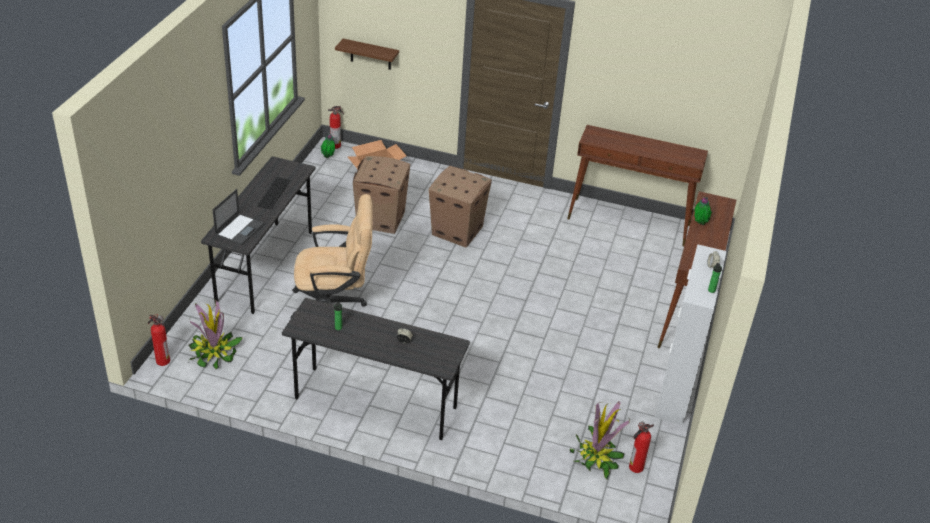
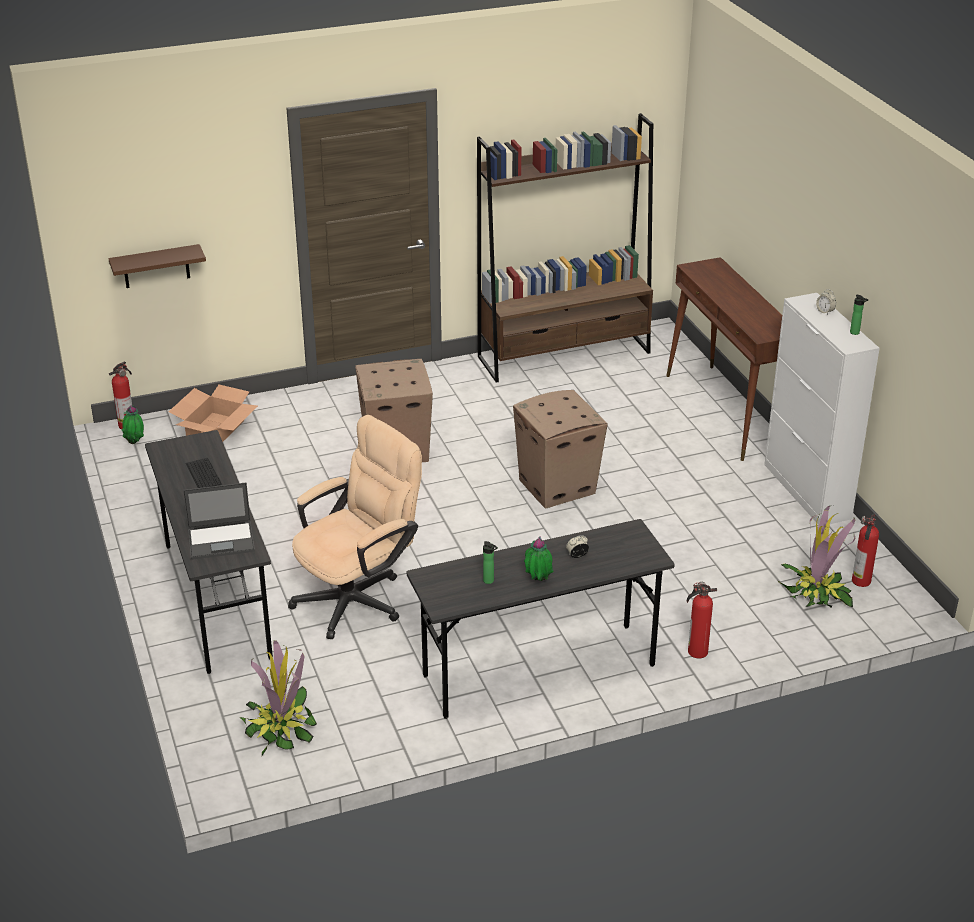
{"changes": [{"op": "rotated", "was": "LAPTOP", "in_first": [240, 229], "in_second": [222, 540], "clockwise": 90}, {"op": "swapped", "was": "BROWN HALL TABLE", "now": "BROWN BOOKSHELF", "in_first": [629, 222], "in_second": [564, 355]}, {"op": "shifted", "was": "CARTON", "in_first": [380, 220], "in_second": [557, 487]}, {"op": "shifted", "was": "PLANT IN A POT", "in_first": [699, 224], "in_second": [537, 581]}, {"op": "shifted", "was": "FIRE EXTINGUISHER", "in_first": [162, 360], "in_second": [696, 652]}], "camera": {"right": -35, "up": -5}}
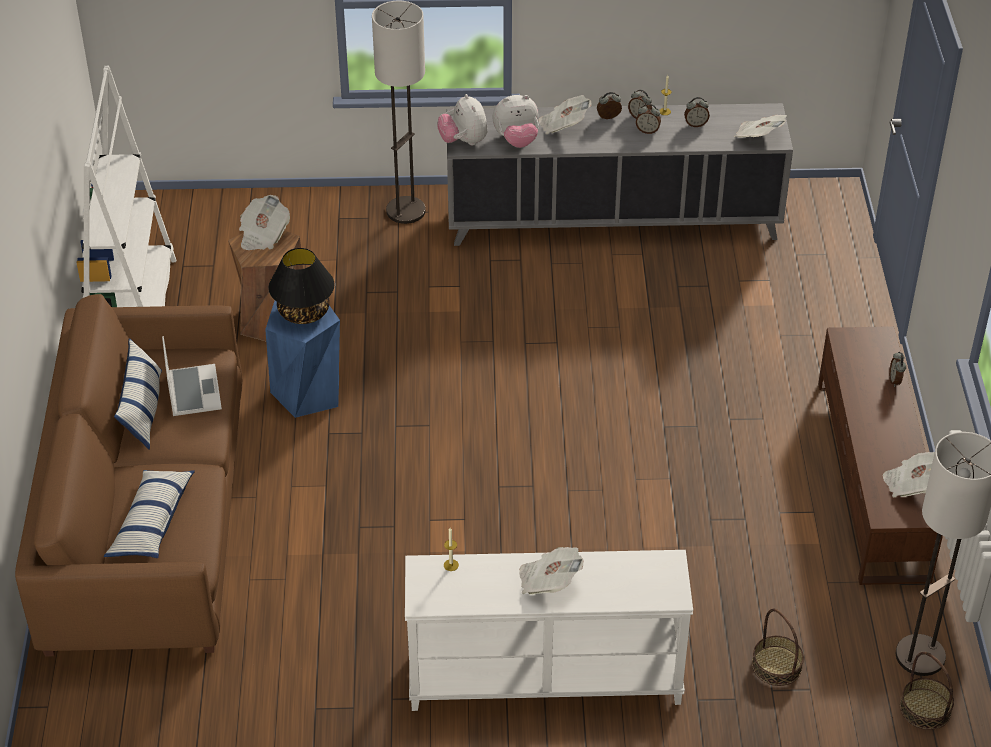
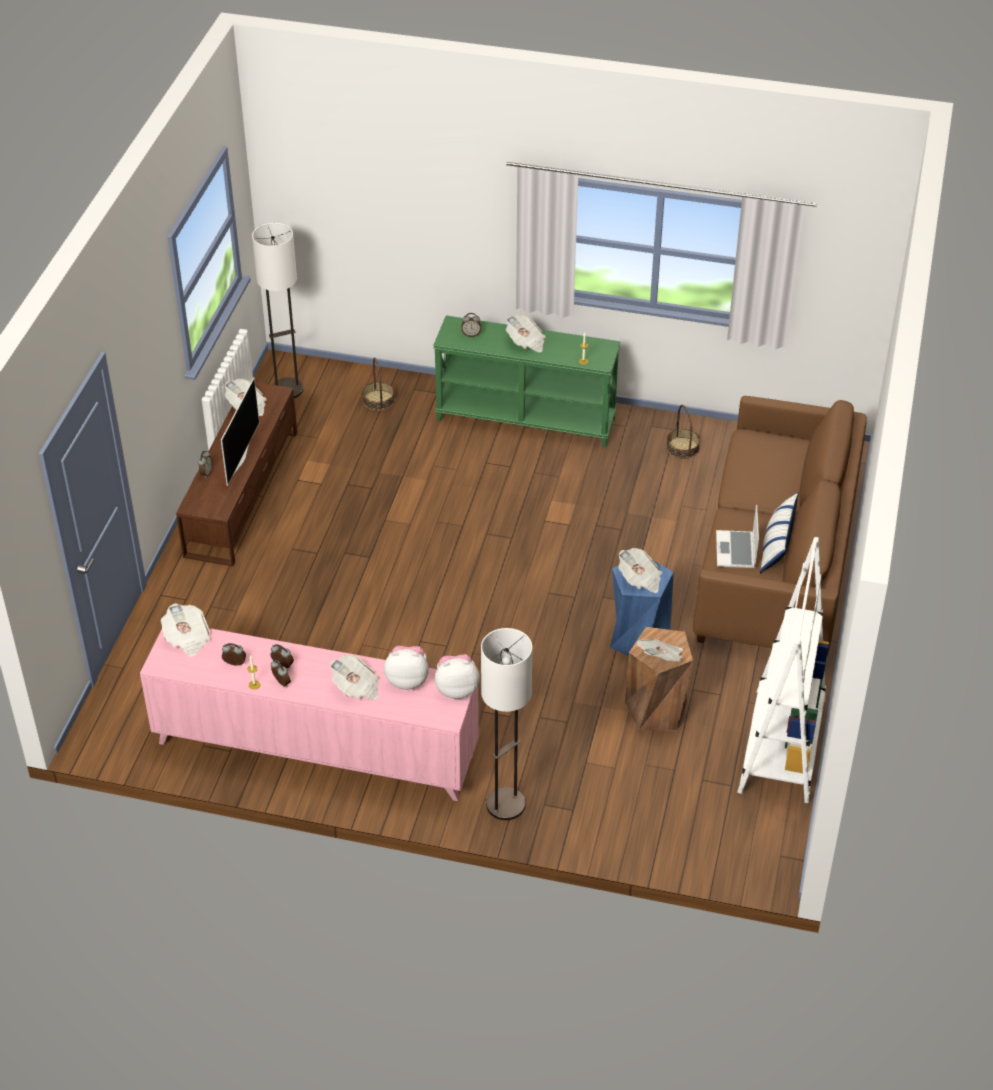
{"changes": [{"op": "repainted", "was": "GRAY CUPBOARD", "now": "PINK CUPBOARD", "in_first": [612, 222], "in_second": [316, 750]}, {"op": "new", "now": "TV", "in_second": [240, 459]}, {"op": "repainted", "was": "WHITE HALL TABLE", "now": "GREEN HALL TABLE", "in_first": [544, 680], "in_second": [526, 419]}, {"op": "rotated", "was": "CUDDLY TOY", "in_first": [463, 141], "in_second": [456, 689], "clockwise": -90}, {"op": "shifted", "was": "BEDSIDE CLOCK", "in_first": [609, 118], "in_second": [471, 334]}, {"op": "swapped", "was": "BLACK LAMP FOR A TABLE", "now": "PRINTED PAPER", "in_first": [303, 312], "in_second": [640, 579]}, {"op": "shifted", "was": "STORAGE BASKET", "in_first": [925, 709], "in_second": [682, 448]}, {"op": "gone", "was": "CUSHION", "in_first": [152, 522]}], "camera": {"right": -165, "up": 0}}
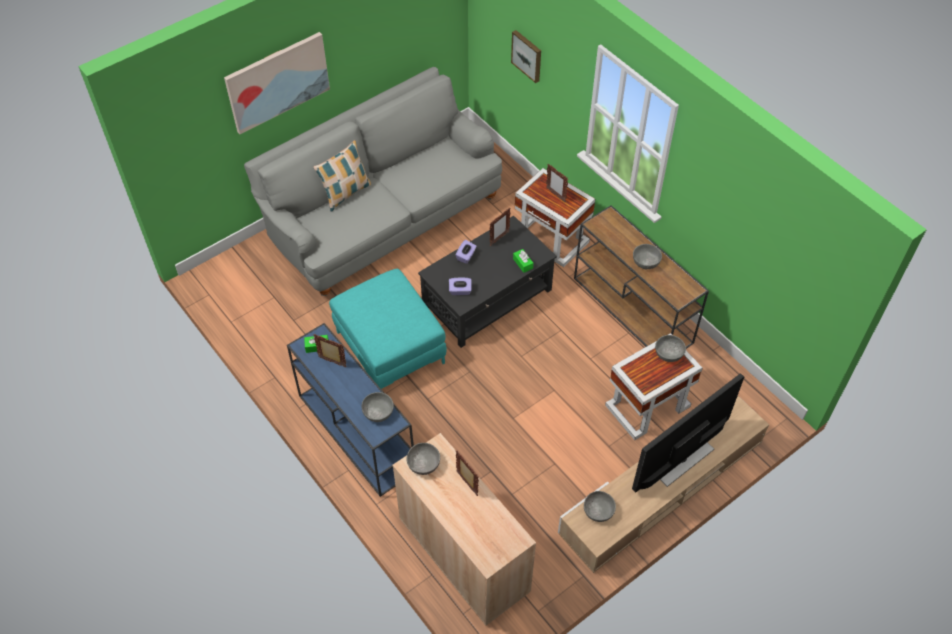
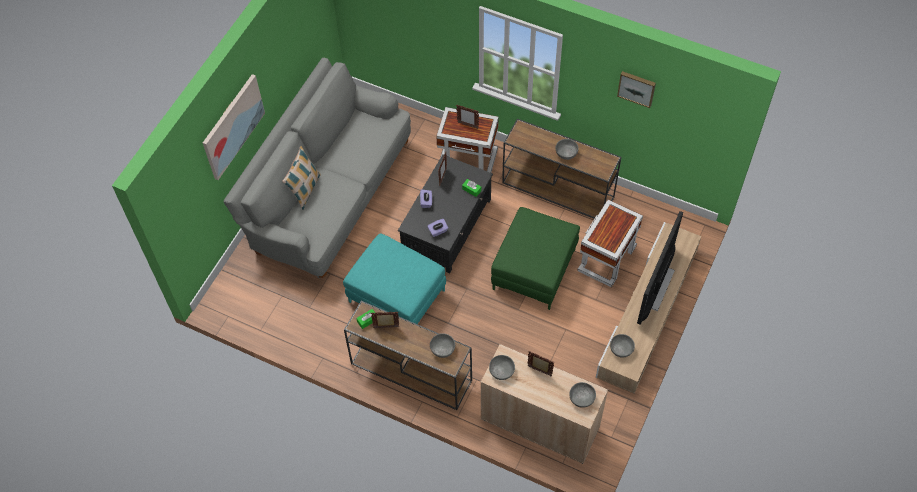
{"changes": [{"op": "repainted", "was": "BLUISH HALL TABLE", "now": "BROWN HALL TABLE", "in_first": [355, 432], "in_second": [410, 372]}, {"op": "new", "now": "GREEN POUFFE", "in_second": [534, 269]}, {"op": "shifted", "was": "GRAY BOWL", "in_first": [668, 353], "in_second": [581, 398]}, {"op": "shifted", "was": "WALL ART", "in_first": [527, 55], "in_second": [636, 88]}], "camera": {"right": -25, "up": 5}}
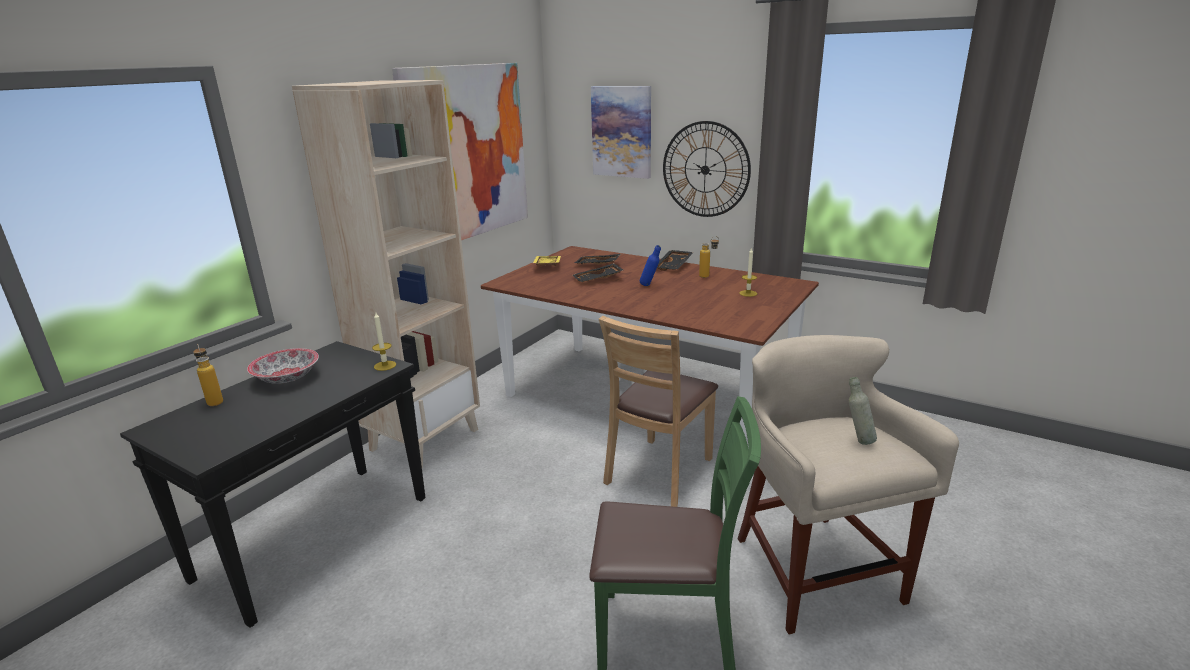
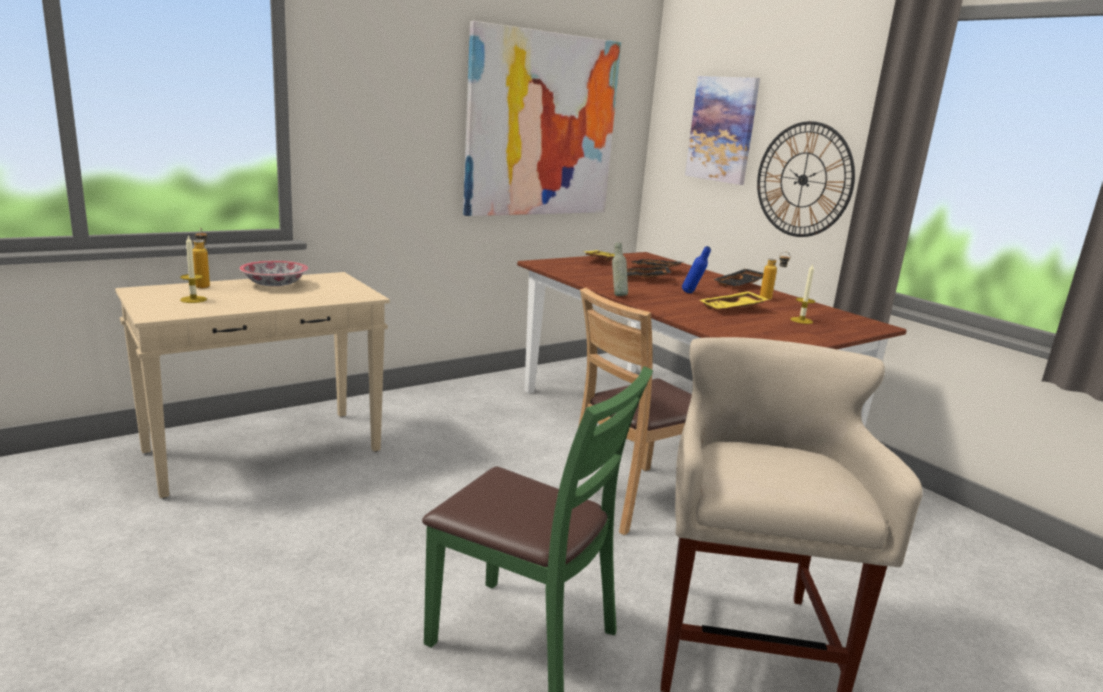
{"changes": [{"op": "repainted", "was": "BLACK HALL TABLE", "now": "SAND-COLOURED HALL TABLE", "in_first": [316, 536], "in_second": [265, 450]}, {"op": "shifted", "was": "WAX LIGHT", "in_first": [385, 365], "in_second": [193, 299]}, {"op": "shifted", "was": "GRAY BEVERAGE BOTTLE", "in_first": [858, 440], "in_second": [617, 295]}, {"op": "new", "now": "YELLOW-COLOURED SERVING TRAY", "in_second": [733, 309]}, {"op": "gone", "was": "SAND-COLOURED BOOKSHELF", "in_first": [424, 439]}], "camera": {"right": 20, "up": -5}}
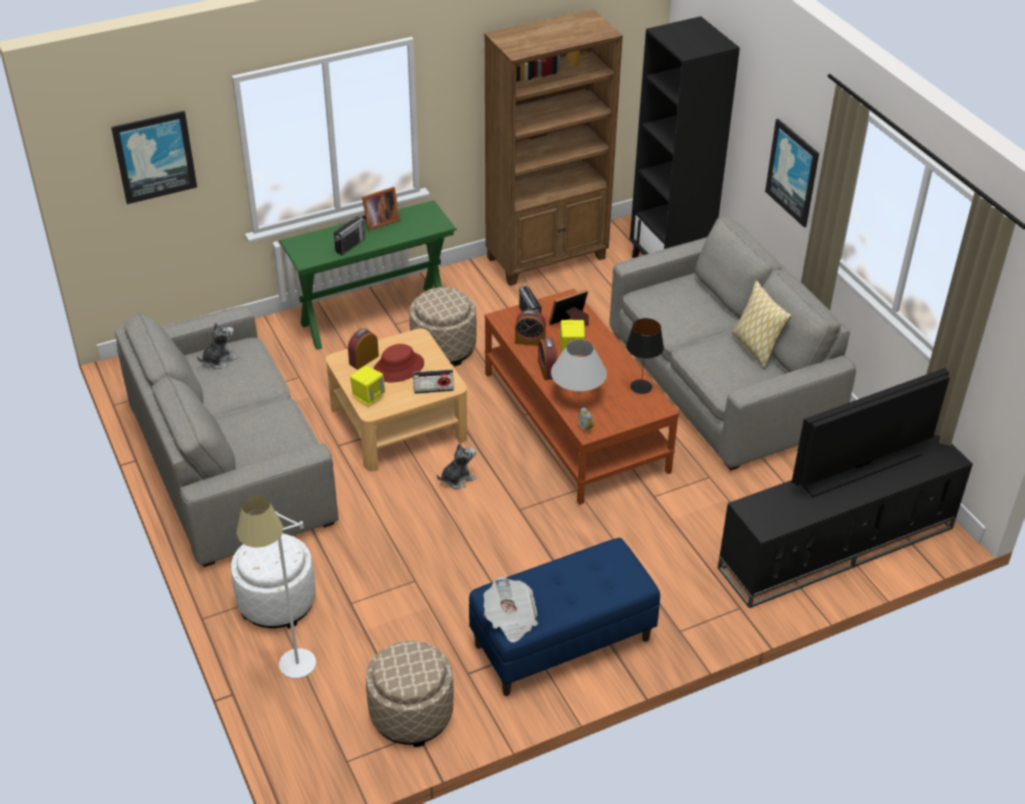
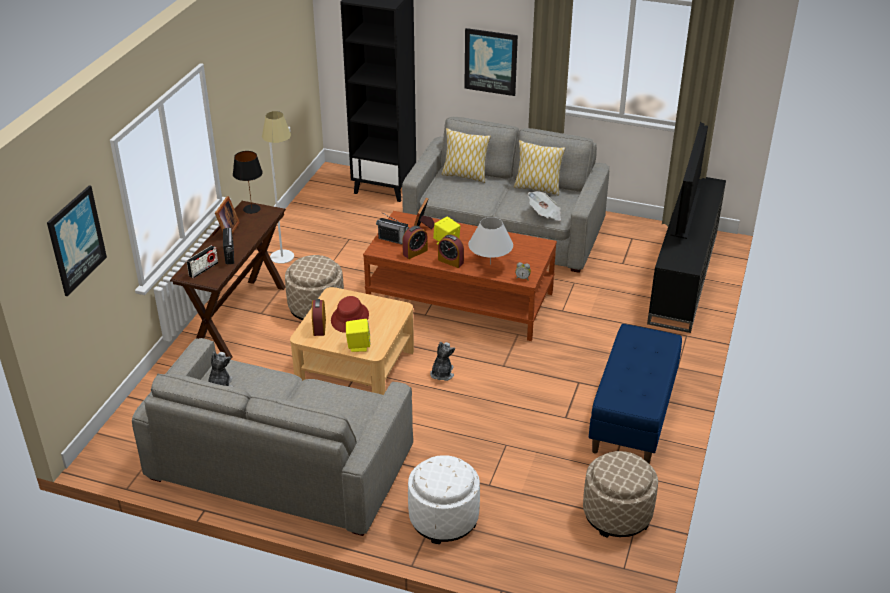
{"changes": [{"op": "repainted", "was": "GREEN HALL TABLE", "now": "BROWN HALL TABLE", "in_first": [374, 317], "in_second": [240, 317]}, {"op": "shifted", "was": "RADIO", "in_first": [433, 389], "in_second": [203, 269]}, {"op": "shifted", "was": "BLACK LAMP FOR A TABLE", "in_first": [641, 387], "in_second": [252, 209]}, {"op": "shifted", "was": "WHITE FLOOR LAMP", "in_first": [291, 677], "in_second": [287, 262]}, {"op": "new", "now": "CUSHION", "in_second": [465, 176]}, {"op": "shifted", "was": "PRINTED PAPER", "in_first": [510, 619], "in_second": [545, 214]}, {"op": "gone", "was": "BROWN BOOKSHELF", "in_first": [547, 258]}], "camera": {"right": -45, "up": -5}}
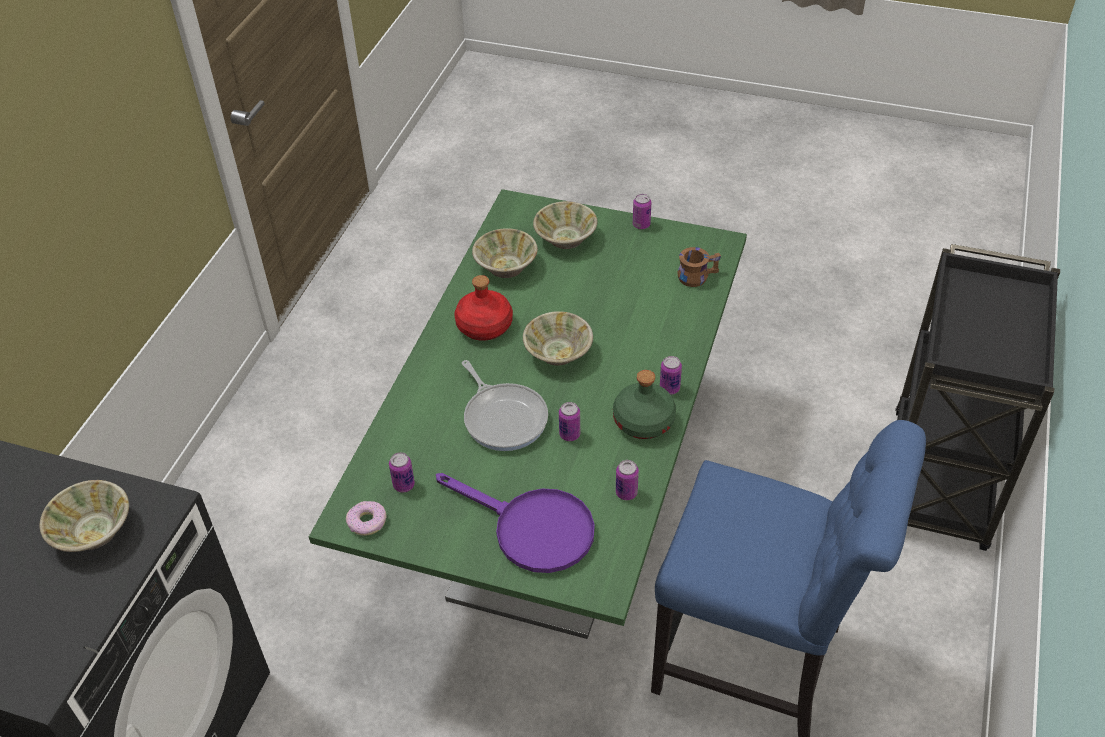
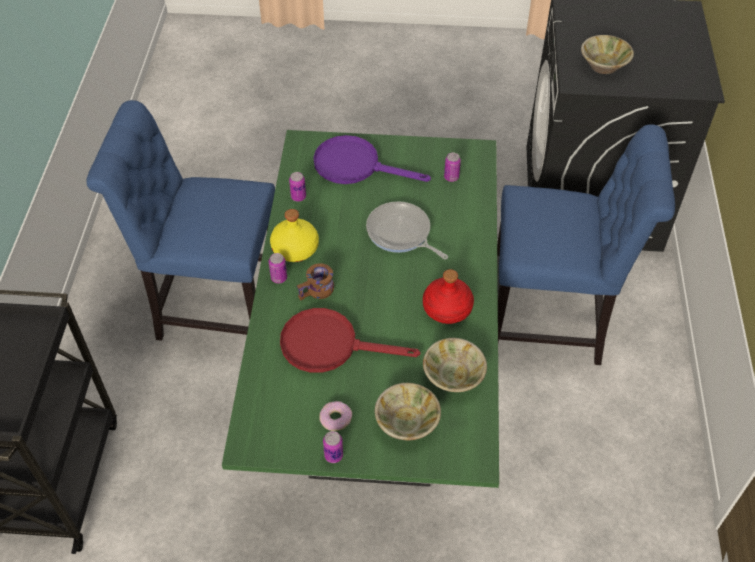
{"changes": [{"op": "repainted", "was": "GREEN BEVERAGE BOTTLE", "now": "YELLOW-COLOURED BEVERAGE BOTTLE", "in_first": [644, 421], "in_second": [294, 248]}, {"op": "new", "now": "RED-COLOURED PAN", "in_second": [330, 345]}, {"op": "shifted", "was": "BROWN COFFEE MUG", "in_first": [696, 274], "in_second": [317, 292]}, {"op": "shifted", "was": "DOUGHNUT", "in_first": [367, 522], "in_second": [335, 418]}, {"op": "new", "now": "BLUISH UPRIGHT CHAIR", "in_second": [552, 322]}, {"op": "gone", "was": "SAND-COLOURED BOWL", "in_first": [558, 353]}, {"op": "gone", "was": "METAL CAN", "in_first": [569, 434]}], "camera": {"right": 165, "up": 5}}
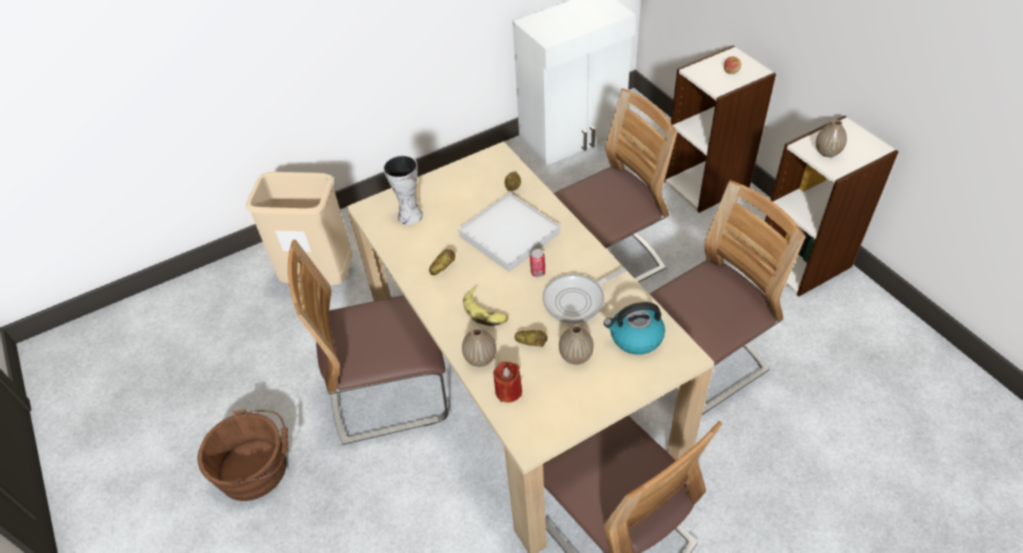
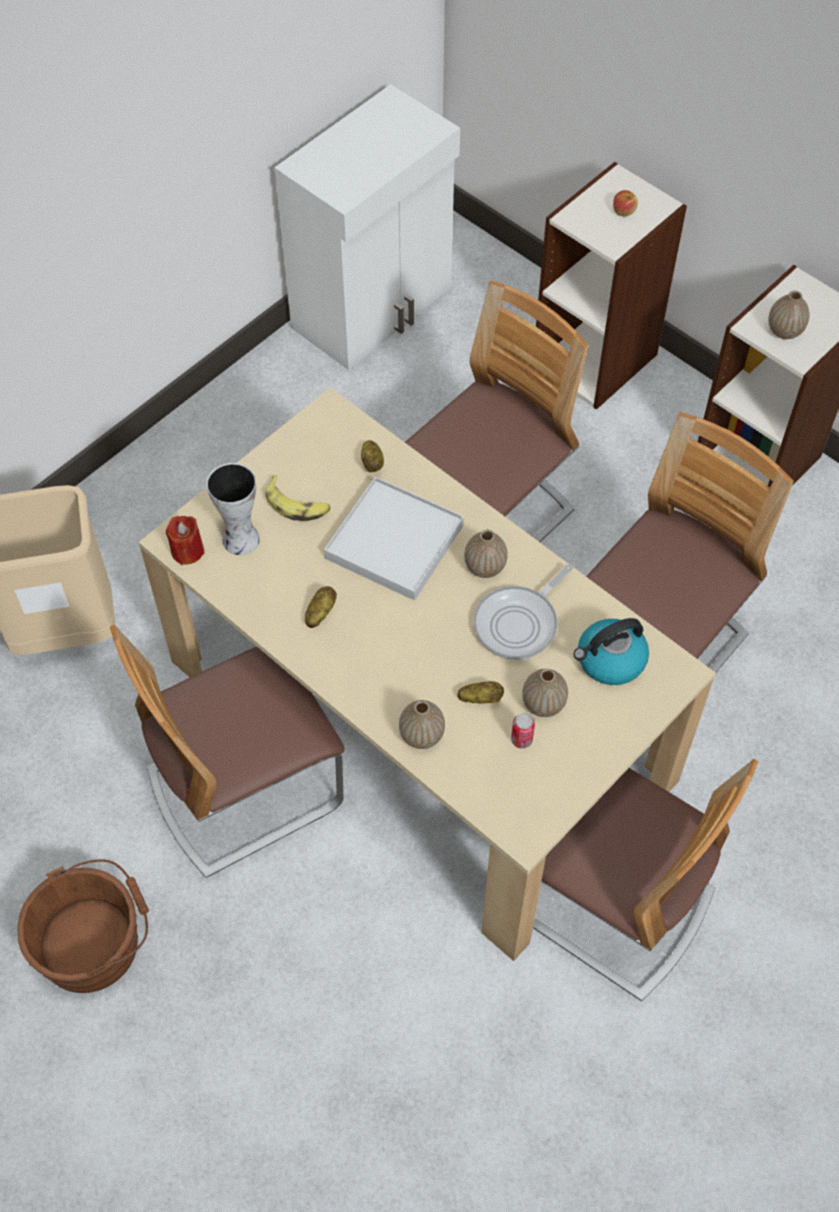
{"changes": [{"op": "shifted", "was": "RED-COLOURED WAX LIGHT", "in_first": [508, 391], "in_second": [187, 551]}, {"op": "shifted", "was": "BANANA FRUIT", "in_first": [485, 312], "in_second": [297, 505]}, {"op": "new", "now": "DECORATIVE VASE", "in_second": [485, 567]}, {"op": "shifted", "was": "METAL CAN", "in_first": [538, 272], "in_second": [521, 740]}], "camera": {"right": -20, "up": 10}}
